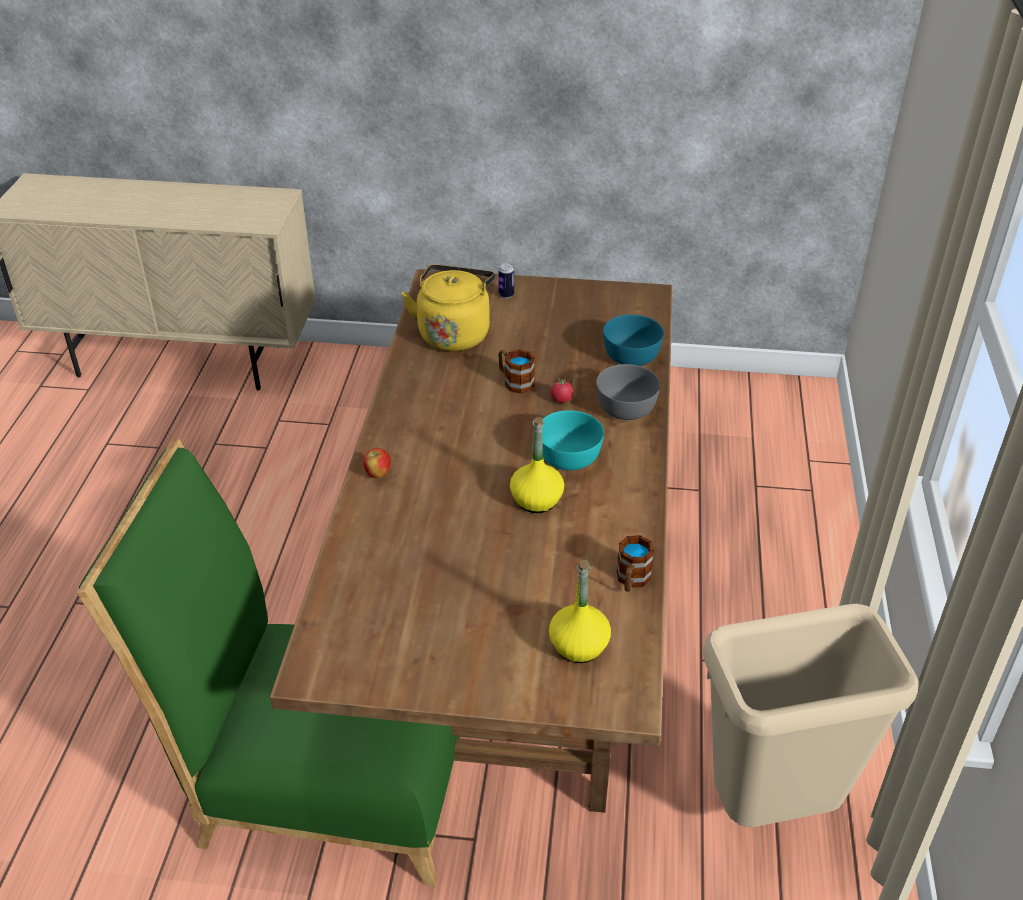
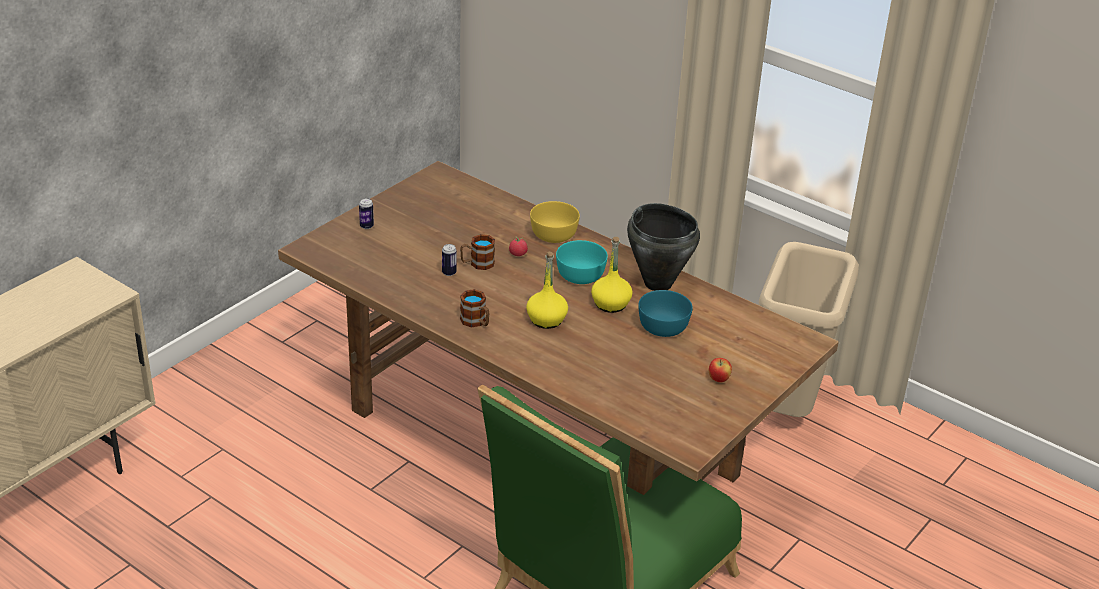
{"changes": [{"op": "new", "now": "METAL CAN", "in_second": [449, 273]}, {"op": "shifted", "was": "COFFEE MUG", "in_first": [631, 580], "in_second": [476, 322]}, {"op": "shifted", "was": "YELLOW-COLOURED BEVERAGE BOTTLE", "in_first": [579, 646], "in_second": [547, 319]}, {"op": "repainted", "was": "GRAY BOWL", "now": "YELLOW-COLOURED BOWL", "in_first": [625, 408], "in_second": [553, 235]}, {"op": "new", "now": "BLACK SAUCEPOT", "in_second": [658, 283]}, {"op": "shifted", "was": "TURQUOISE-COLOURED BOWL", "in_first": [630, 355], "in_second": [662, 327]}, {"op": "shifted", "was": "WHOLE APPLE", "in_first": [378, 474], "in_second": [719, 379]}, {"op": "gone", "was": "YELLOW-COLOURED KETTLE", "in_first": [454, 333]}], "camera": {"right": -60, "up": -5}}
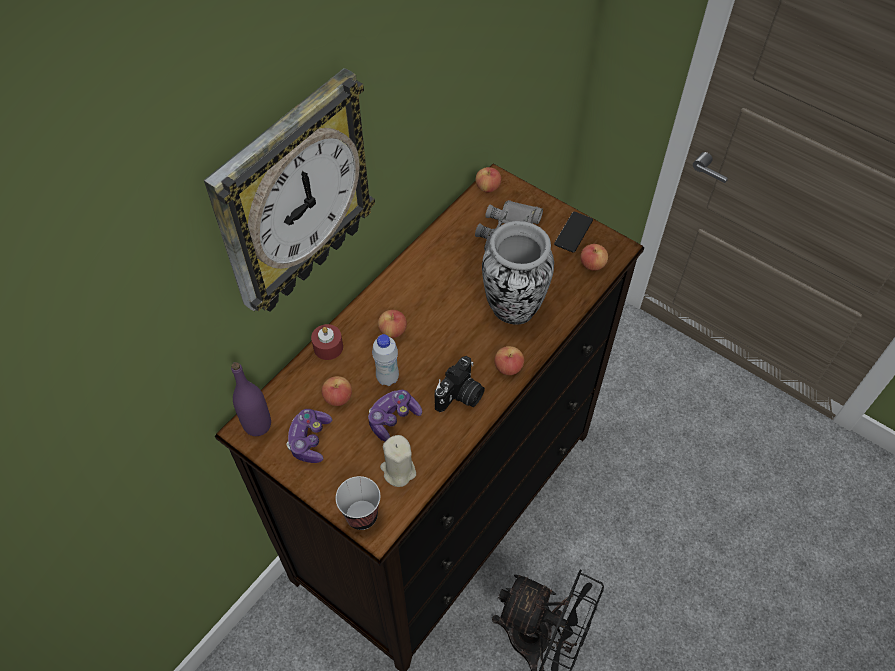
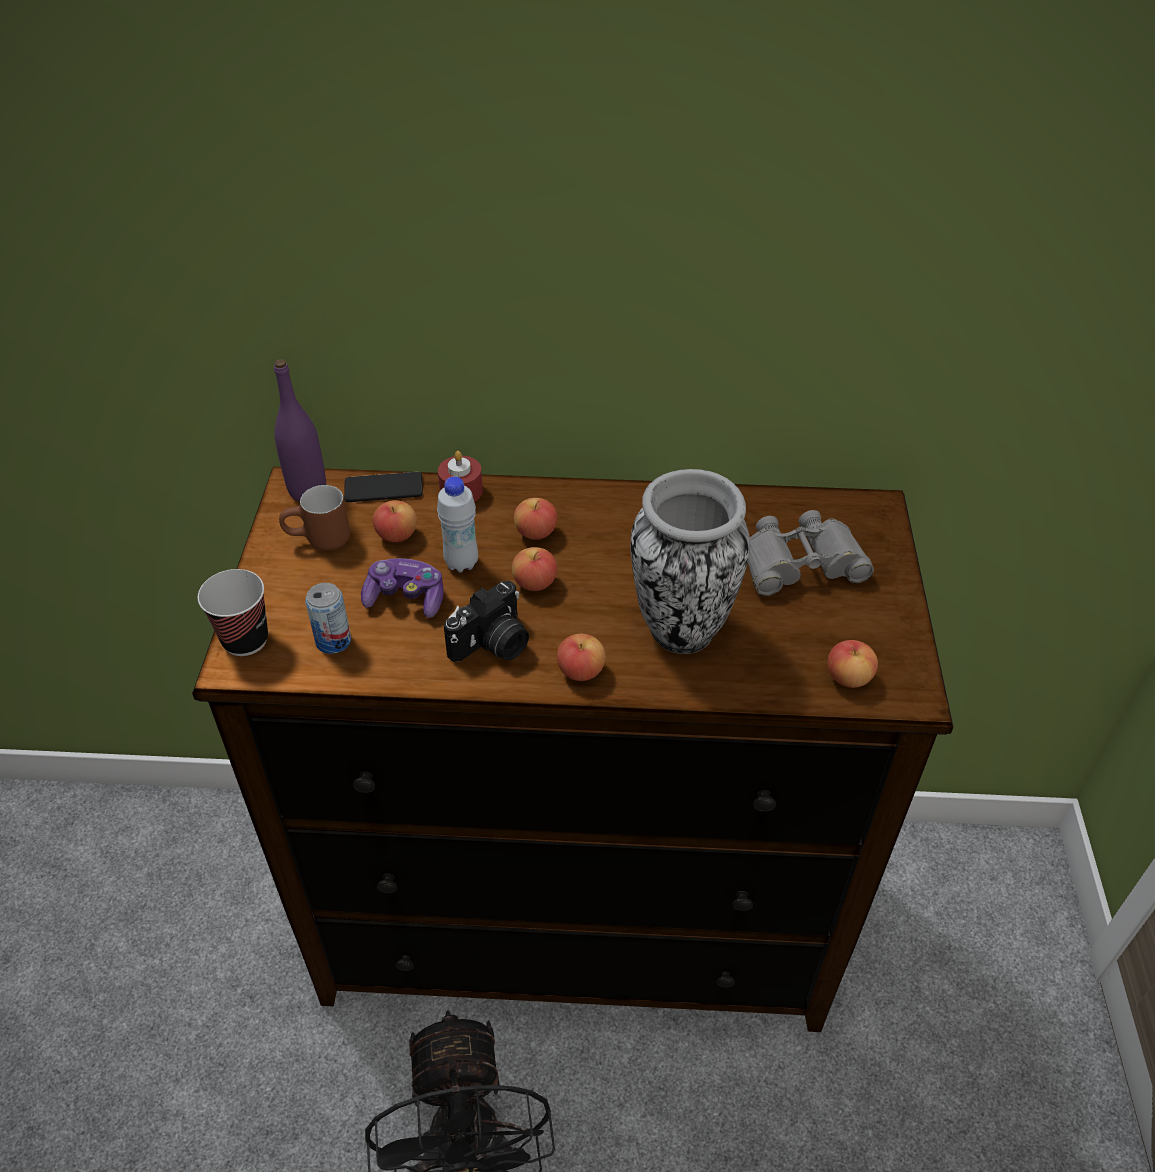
{"changes": [{"op": "swapped", "was": "GAMEPAD", "now": "BROWN COFFEE MUG", "in_first": [310, 440], "in_second": [319, 542]}, {"op": "swapped", "was": "SAND-COLOURED WAX LIGHT", "now": "METAL CAN", "in_first": [398, 471], "in_second": [333, 641]}, {"op": "shifted", "was": "PHONE", "in_first": [573, 232], "in_second": [383, 488]}, {"op": "rotated", "was": "STILL CAMERA", "in_first": [460, 396], "in_second": [492, 645], "clockwise": -45}, {"op": "shifted", "was": "WHOLE APPLE", "in_first": [487, 187], "in_second": [534, 583]}, {"op": "gone", "was": "HANGING CLOCK", "in_first": [292, 198]}], "camera": {"right": 55, "up": -10}}
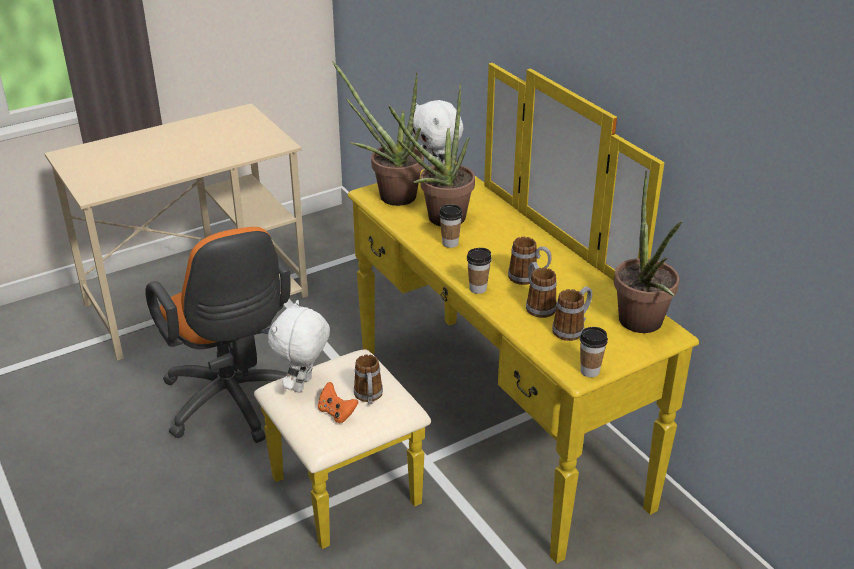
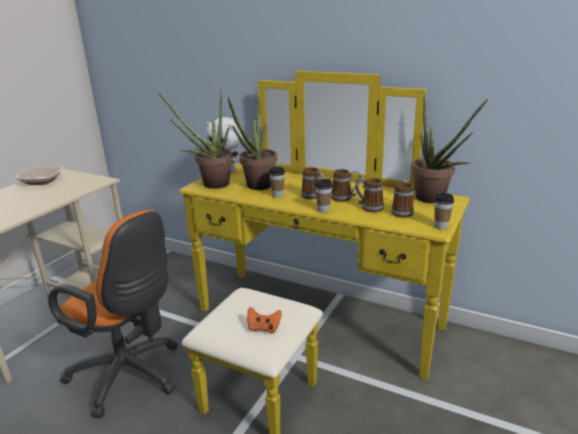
{"changes": [{"op": "new", "now": "BOWL", "in_second": [42, 181]}, {"op": "shifted", "was": "COFFEE MUG", "in_first": [369, 397], "in_second": [314, 197]}, {"op": "gone", "was": "WHITE CUDDLY TOY", "in_first": [303, 385]}], "camera": {"right": -30, "up": -10}}
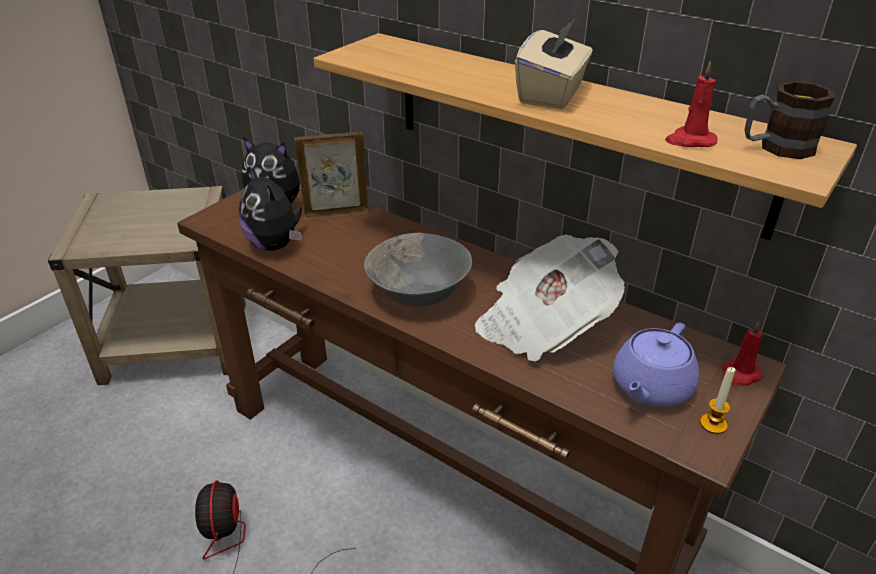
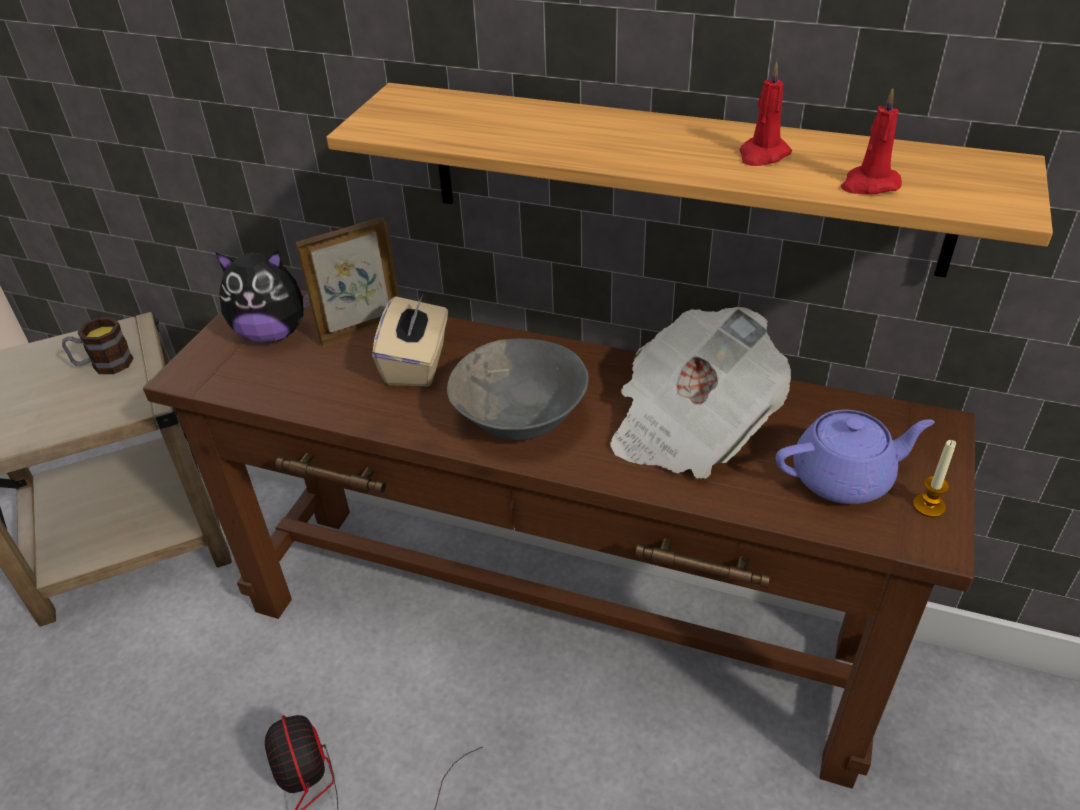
{"changes": [{"op": "shifted", "was": "COFFEE MUG", "in_first": [776, 147], "in_second": [104, 365]}, {"op": "shifted", "was": "SAND-COLOURED BOX OF TISSUES", "in_first": [552, 94], "in_second": [417, 363]}, {"op": "shifted", "was": "RED-COLOURED WAX LIGHT", "in_first": [739, 375], "in_second": [762, 155]}, {"op": "rotated", "was": "PURPLE POT FOR TEA", "in_first": [650, 387], "in_second": [844, 478], "clockwise": -120}, {"op": "gone", "was": "CUDDLY TOY", "in_first": [275, 245]}], "camera": {"right": -15, "up": 5}}
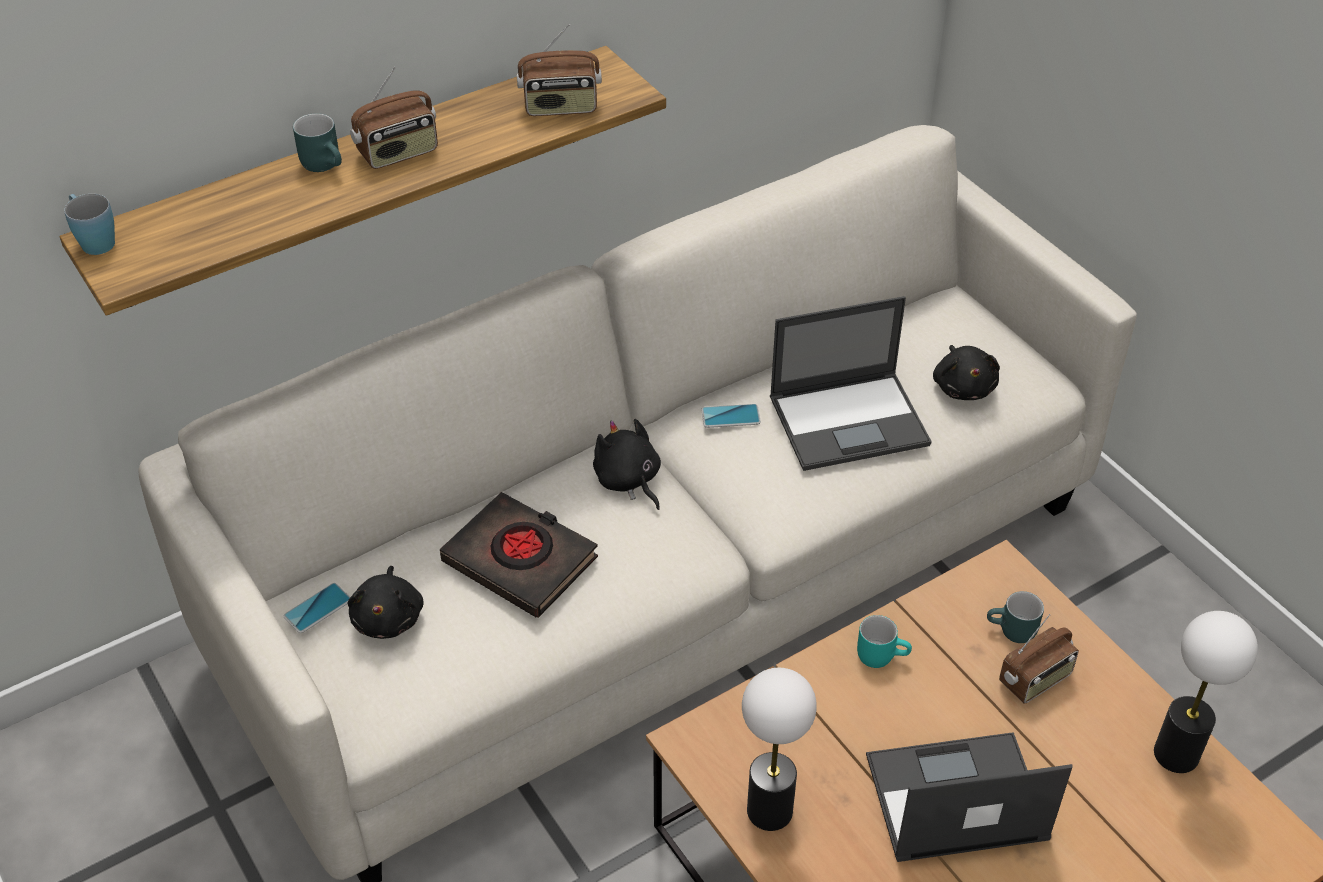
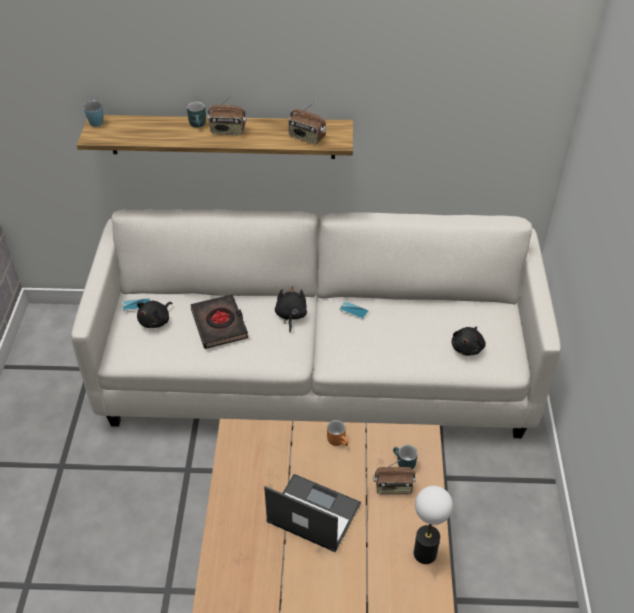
{"changes": [{"op": "repainted", "was": "TURQUOISE-COLOURED COFFEE MUG", "now": "ORANGEY COFFEE MUG", "in_first": [881, 654], "in_second": [339, 440]}, {"op": "gone", "was": "LAMP FOR A TABLE", "in_first": [770, 810]}, {"op": "gone", "was": "LAPTOP", "in_first": [850, 420]}], "camera": {"right": 35, "up": 0}}
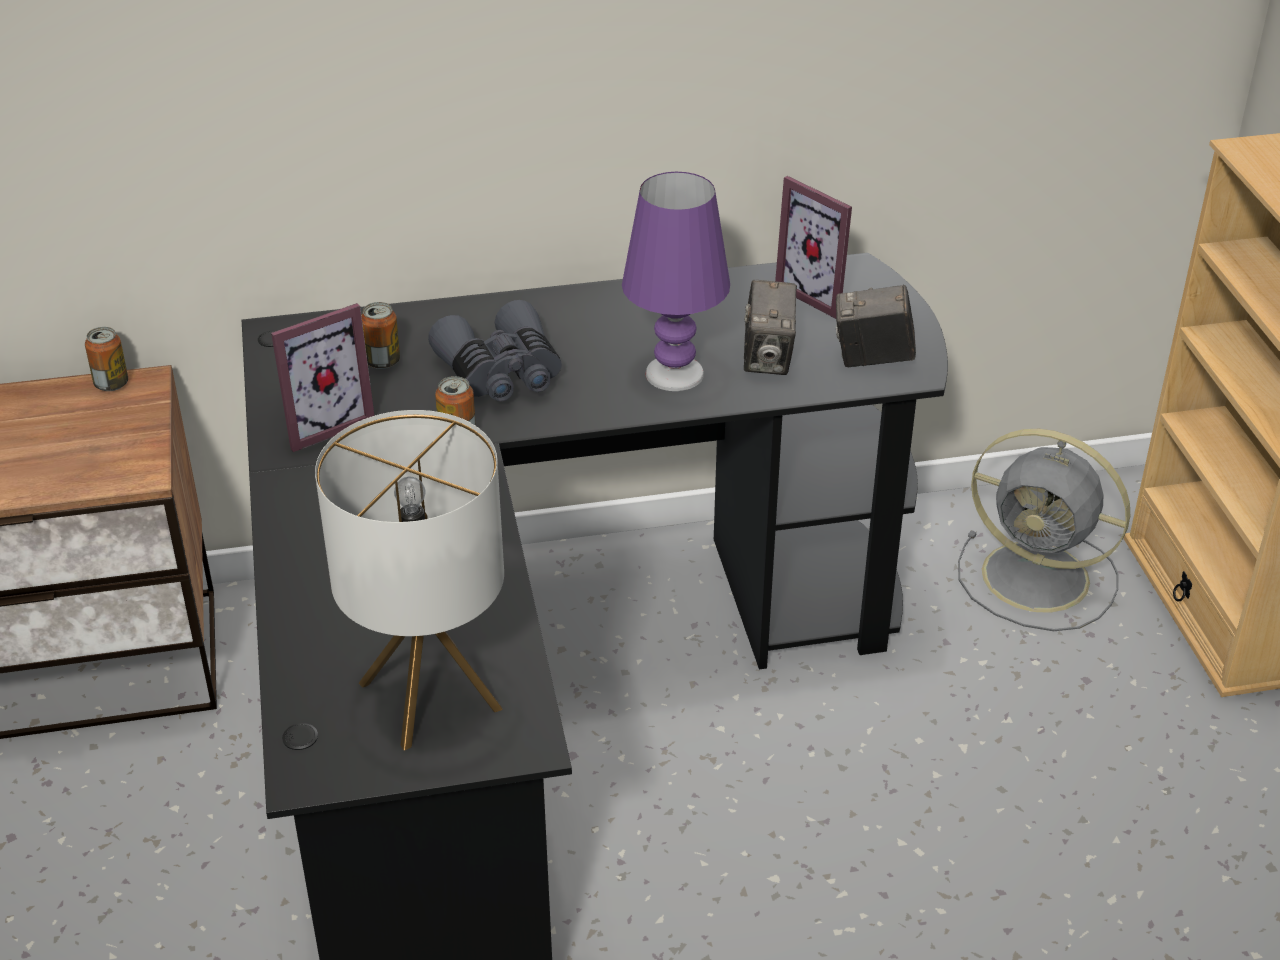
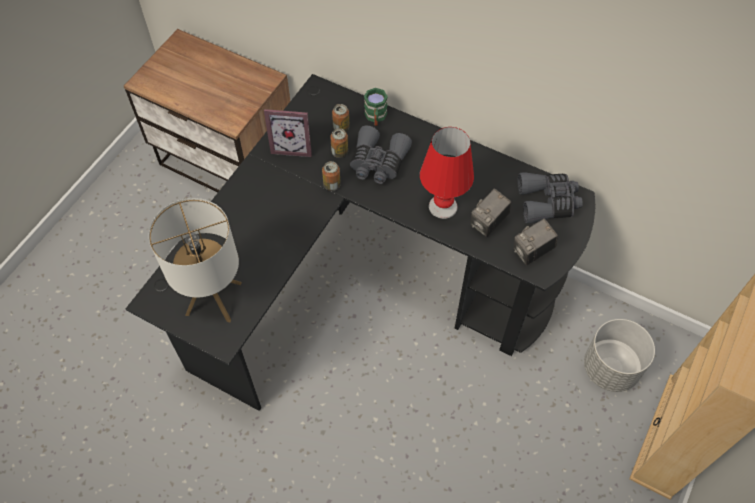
{"changes": [{"op": "shifted", "was": "METAL CAN", "in_first": [111, 384], "in_second": [339, 152]}, {"op": "new", "now": "GREEN COFFEE MUG", "in_second": [375, 117]}, {"op": "repainted", "was": "PURPLE LAMP FOR A TABLE", "now": "RED-COLOURED LAMP FOR A TABLE", "in_first": [675, 373], "in_second": [443, 206]}, {"op": "rotated", "was": "STILL CAMERA", "in_first": [872, 358], "in_second": [532, 252], "clockwise": -75}, {"op": "swapped", "was": "PHOTO FRAME", "now": "GRAY FIELD GLASSES", "in_first": [821, 293], "in_second": [548, 202]}, {"op": "swapped", "was": "GRAY COOLING FAN", "now": "GRAY FLOWER POT", "in_first": [1040, 578], "in_second": [611, 368]}], "camera": {"right": 40, "up": 20}}
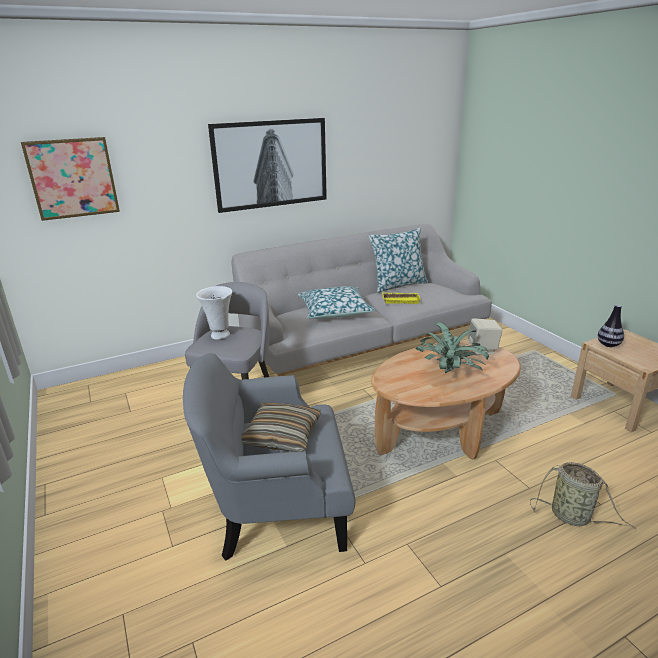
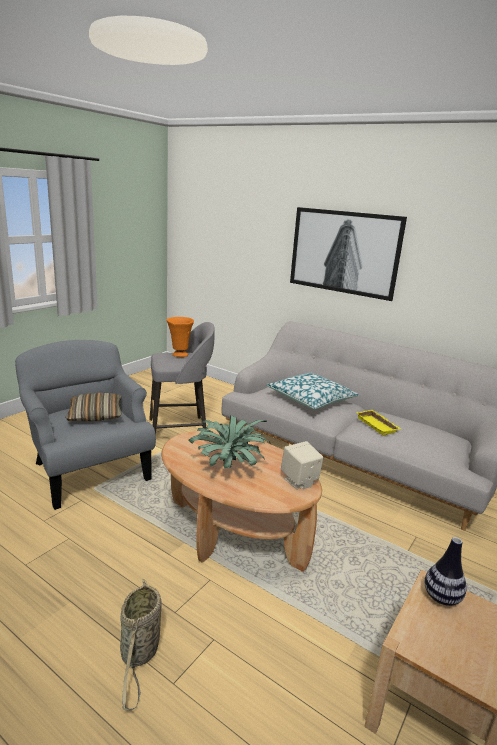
{"changes": [{"op": "repainted", "was": "WHITE DECORATIVE VASE", "now": "ORANGEY DECORATIVE VASE", "in_first": [219, 335], "in_second": [179, 355]}, {"op": "gone", "was": "WALL ART", "in_first": [73, 178]}, {"op": "gone", "was": "CUSHION", "in_first": [398, 284]}], "camera": {"right": 60, "up": -5}}
